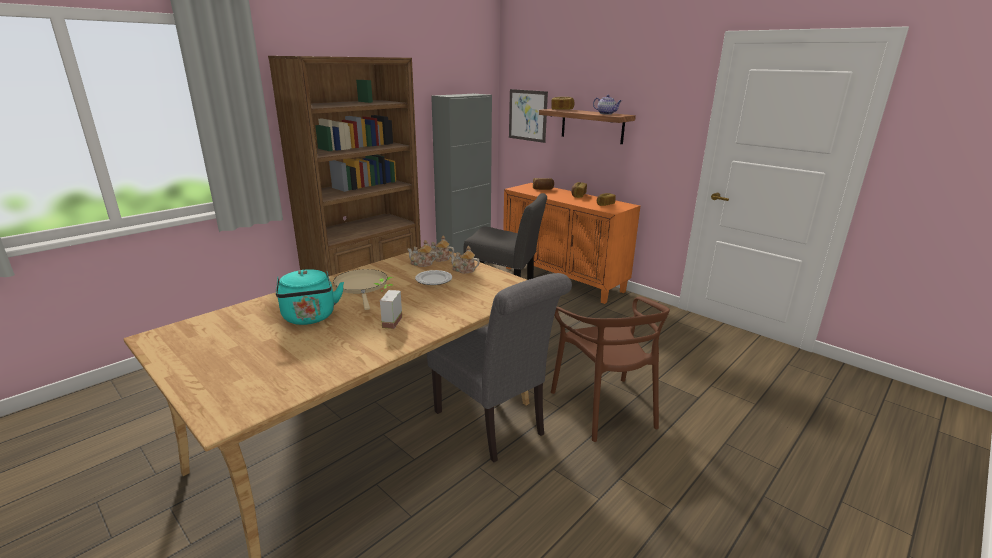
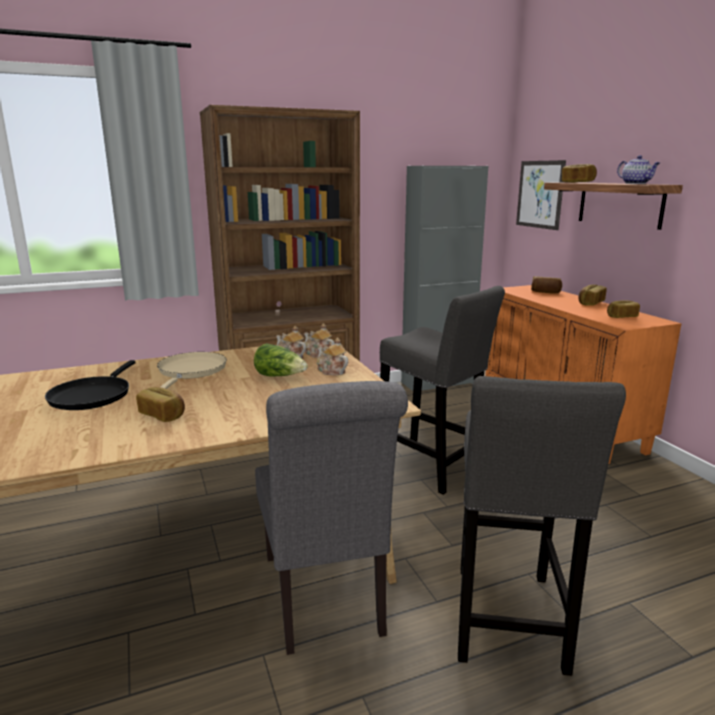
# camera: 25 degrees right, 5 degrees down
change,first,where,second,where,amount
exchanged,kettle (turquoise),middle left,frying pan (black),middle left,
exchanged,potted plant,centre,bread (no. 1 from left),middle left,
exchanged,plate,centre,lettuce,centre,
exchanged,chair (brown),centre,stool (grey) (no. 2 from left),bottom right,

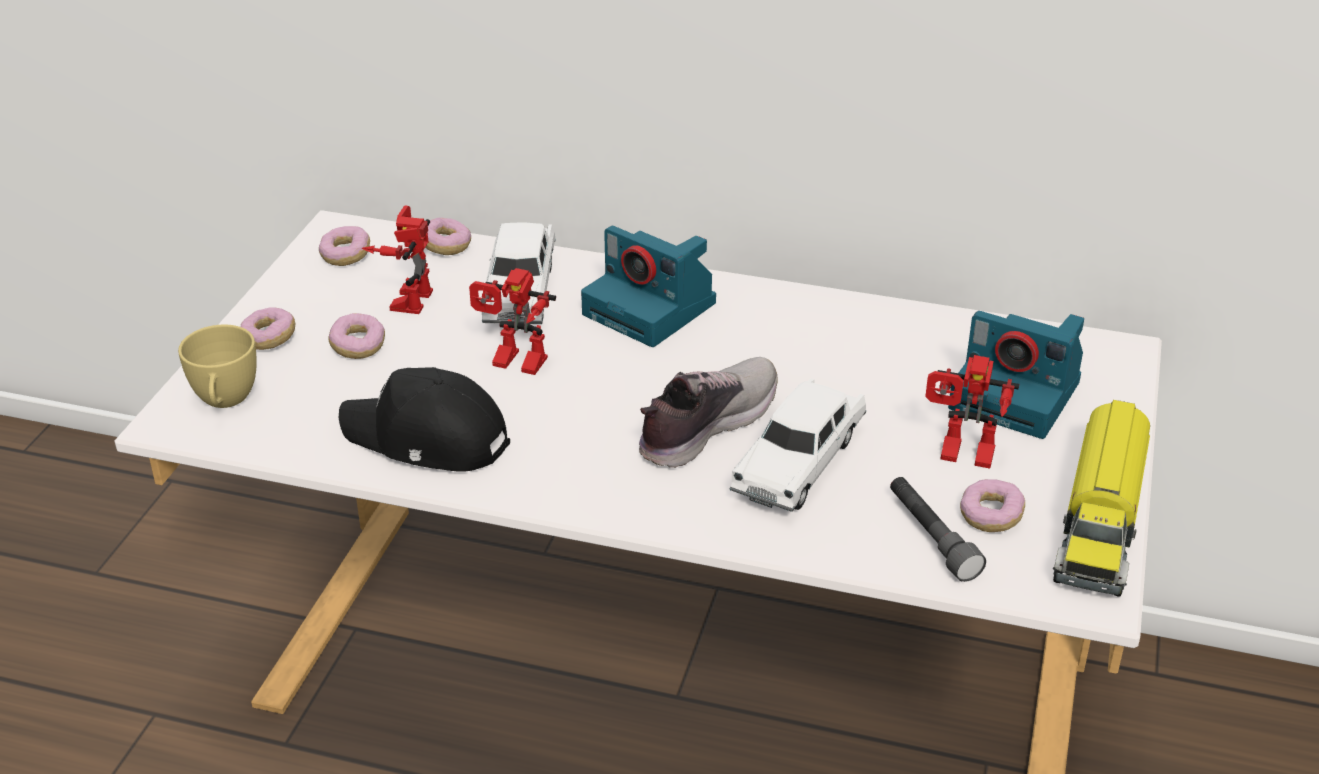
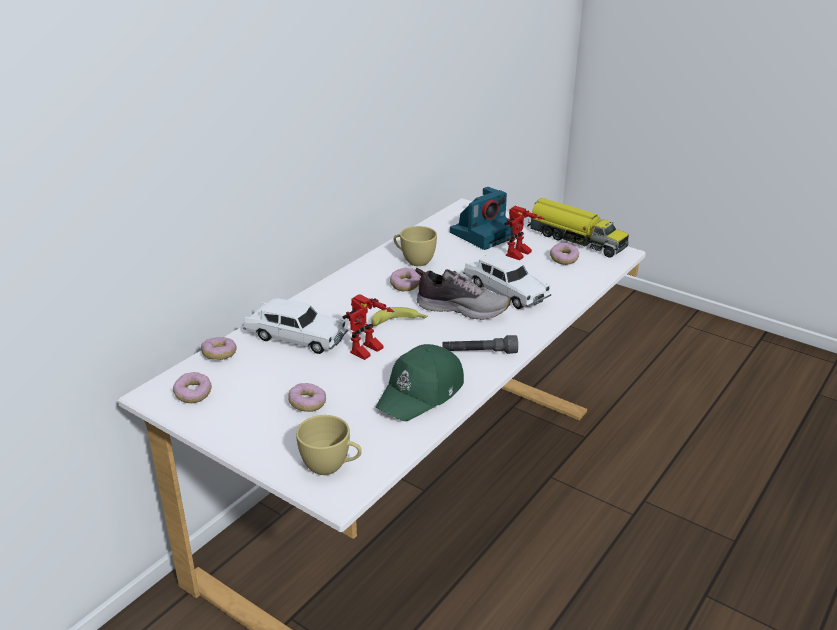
# camera: 70 degrees left, 5 degrees down
change,first,where,second,where,amount
appeared,,,banana,centre,
colour,cap (black),middle left,cap (green),centre,
relocated,donut (no. 1 from left in the first image),middle left,donut (no. 4 from left),centre,
appeared,,,cup (yellow) (no. 2 from left),centre,
spun,shoe,centre,,centre,135 degrees clockwise
relocated,flashlight (grey),bottom right,,centre,
missing,toy robot (no. 1 from left),middle left,,,
missing,photo camera (no. 1 from left),centre,,,

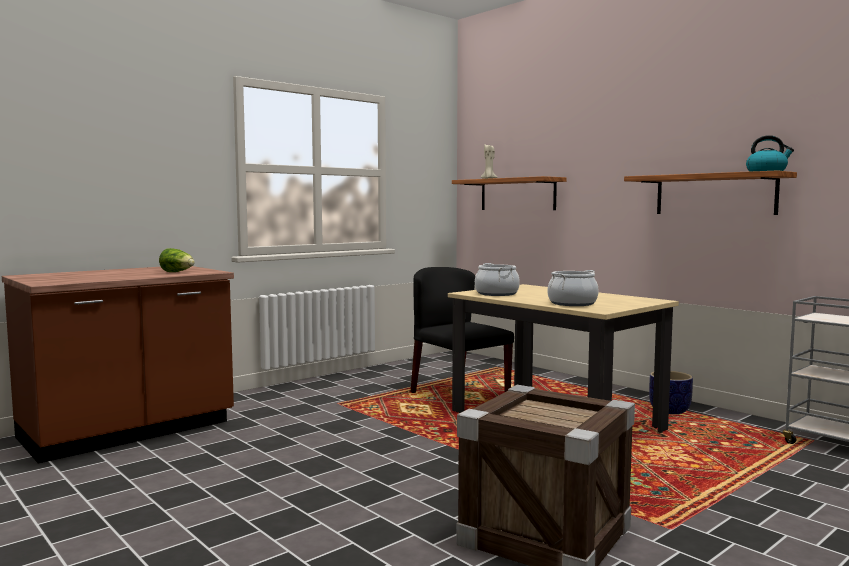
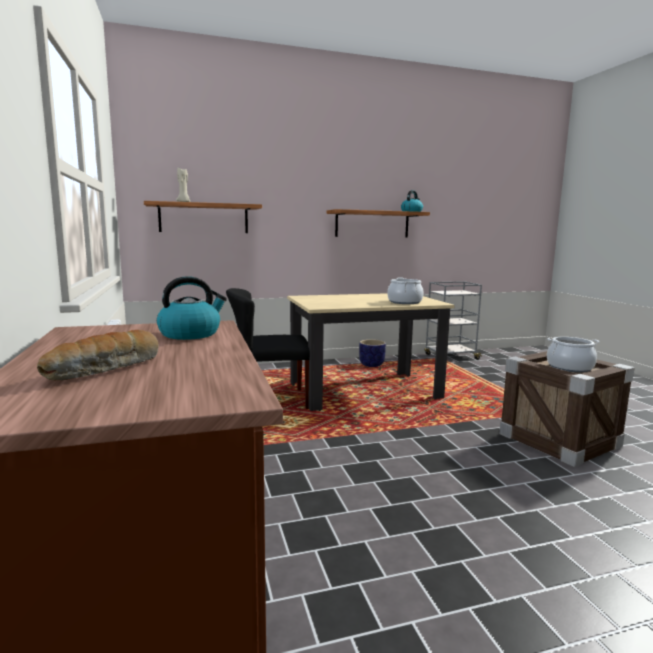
# camera: 65 degrees left, 5 degrees up
change,first,where,second,where,amount
appeared,,,bread,middle left,
exchanged,lettuce,middle left,kettle (no. 1 from left),middle left,
relocated,cooking pot (no. 1 from left in the first image),centre,cooking pot (no. 2 from left),middle right,

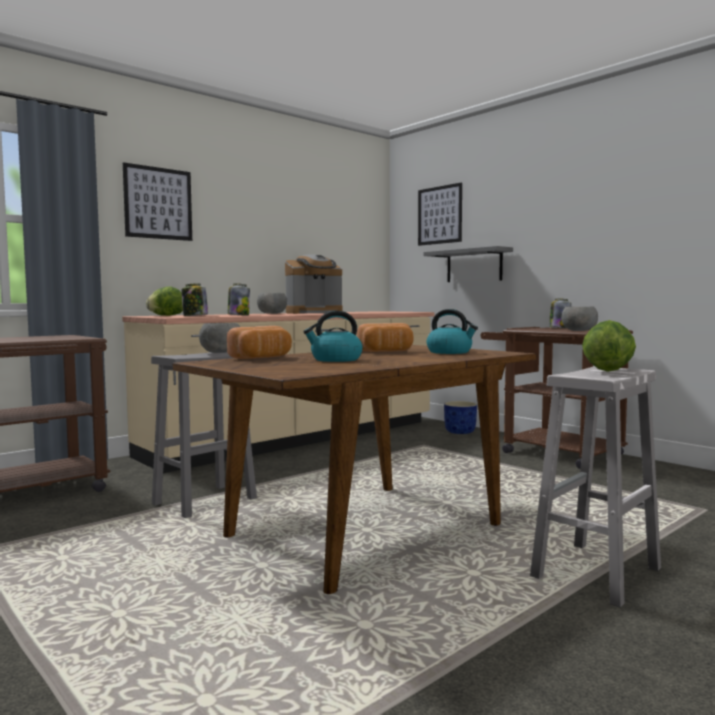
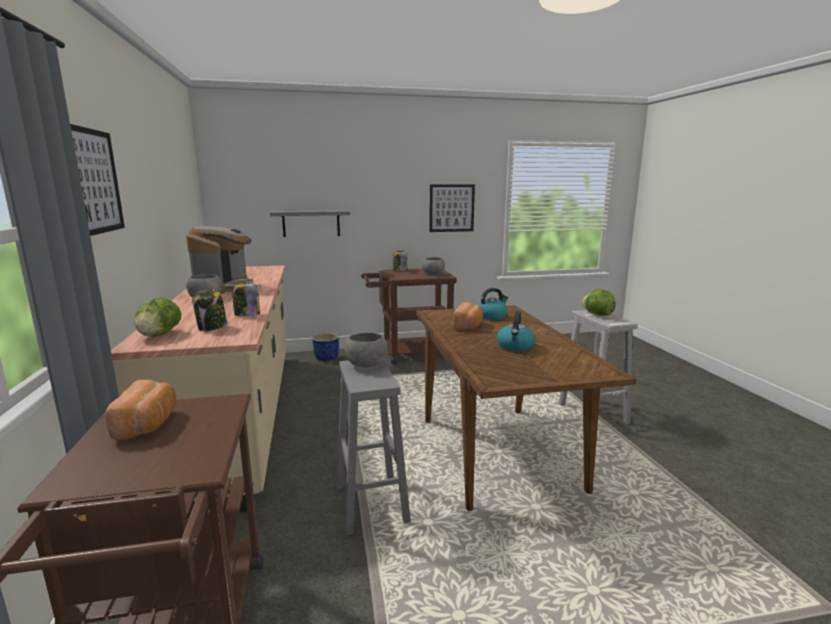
# camera: 60 degrees left, 10 degrees up
change,first,where,second,where,amount
relocated,bread (no. 1 from left),centre,,middle left,
relocated,picture (no. 2 from left),top centre,,centre,

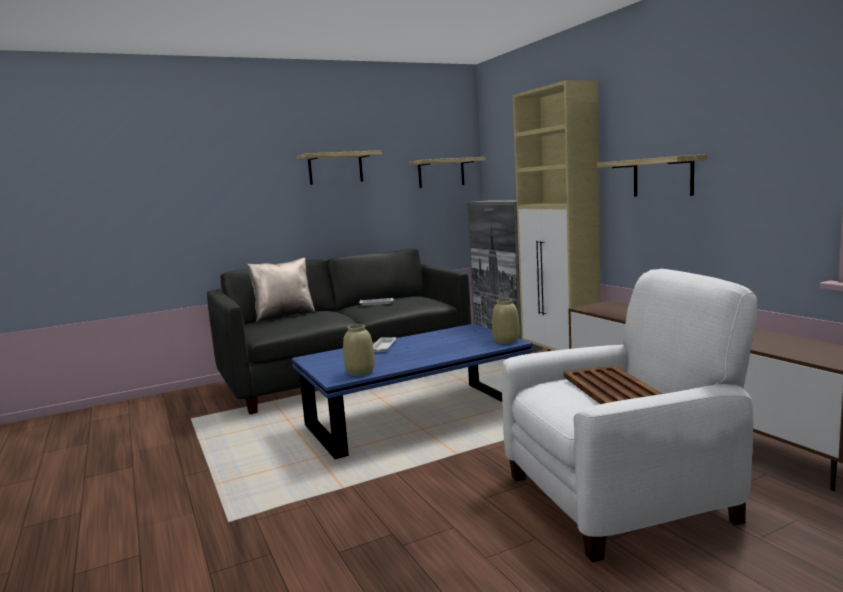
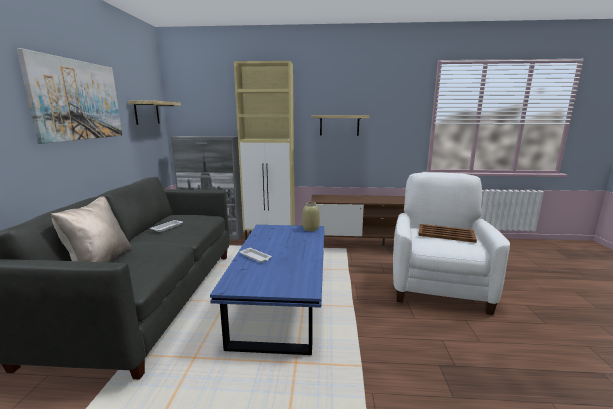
# camera: 60 degrees left, 5 degrees up
change,first,where,second,where,amount
exchanged,shelf (no. 1 from left),top centre,picture,top left,
missing,vase (beige) (no. 1 from left),centre,,,

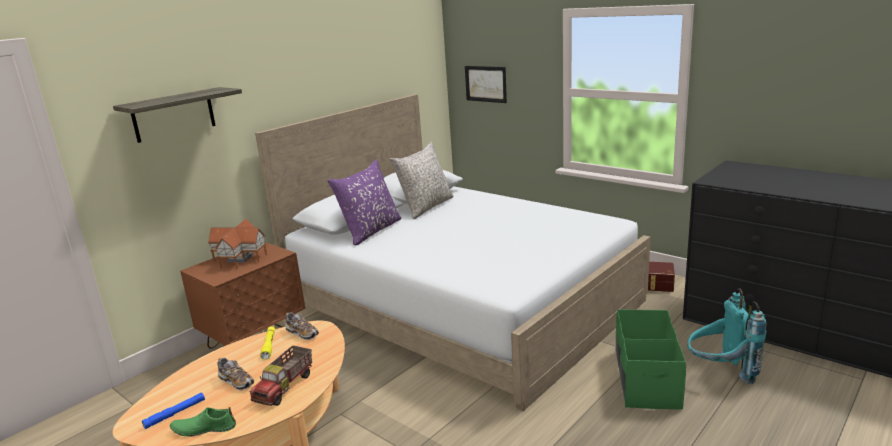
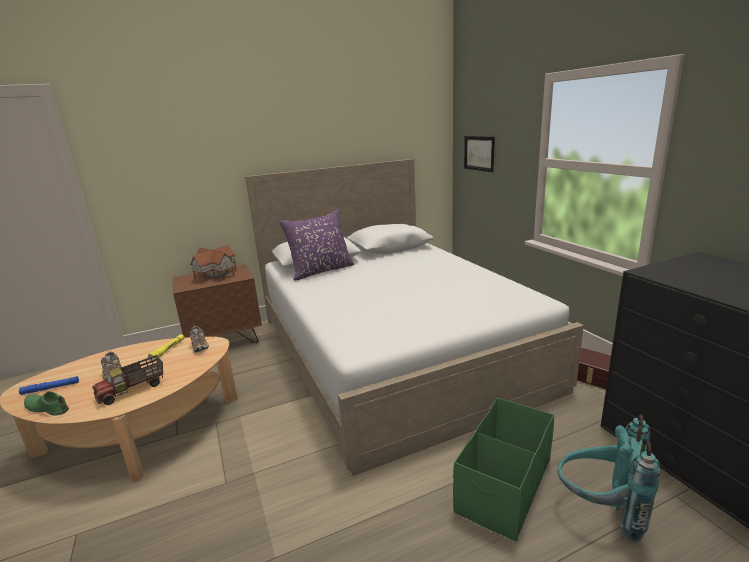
# camera: 25 degrees right, 0 degrees up
change,first,where,second,where,amount
missing,shelf,top left,,,
missing,pillow (grey),centre,,,

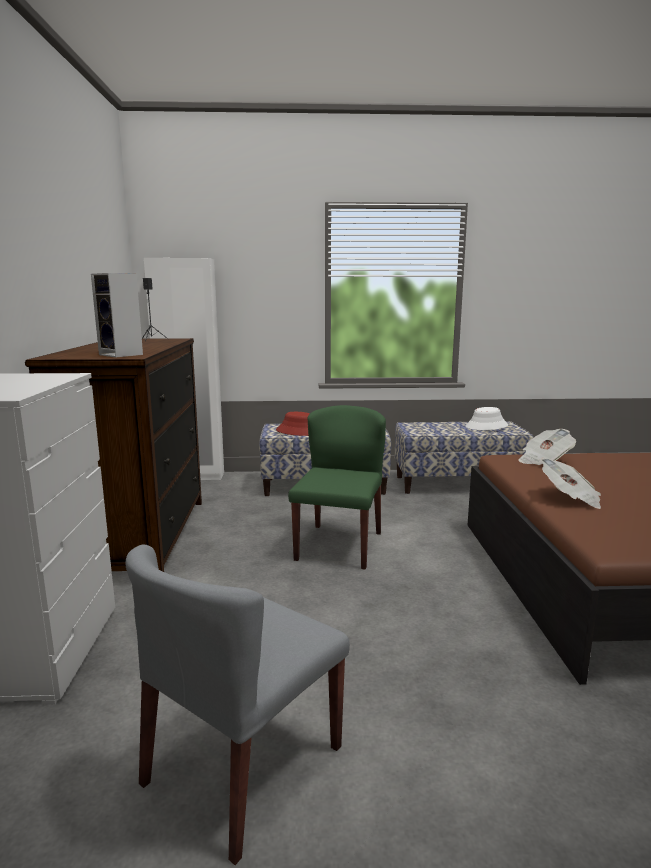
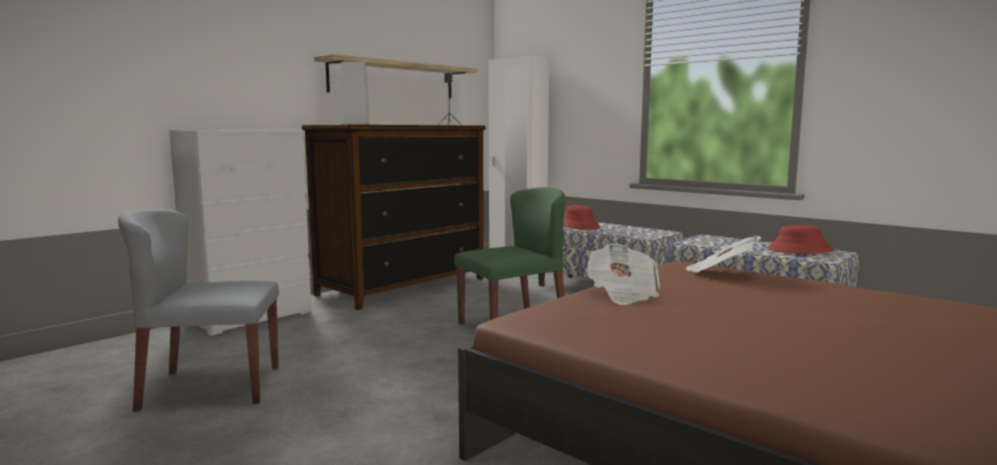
# camera: 45 degrees right, 5 degrees down
change,first,where,second,where,amount
appeared,,,shelf,top centre,
colour,hat (white),middle right,hat (red) (no. 2 from left),middle right,

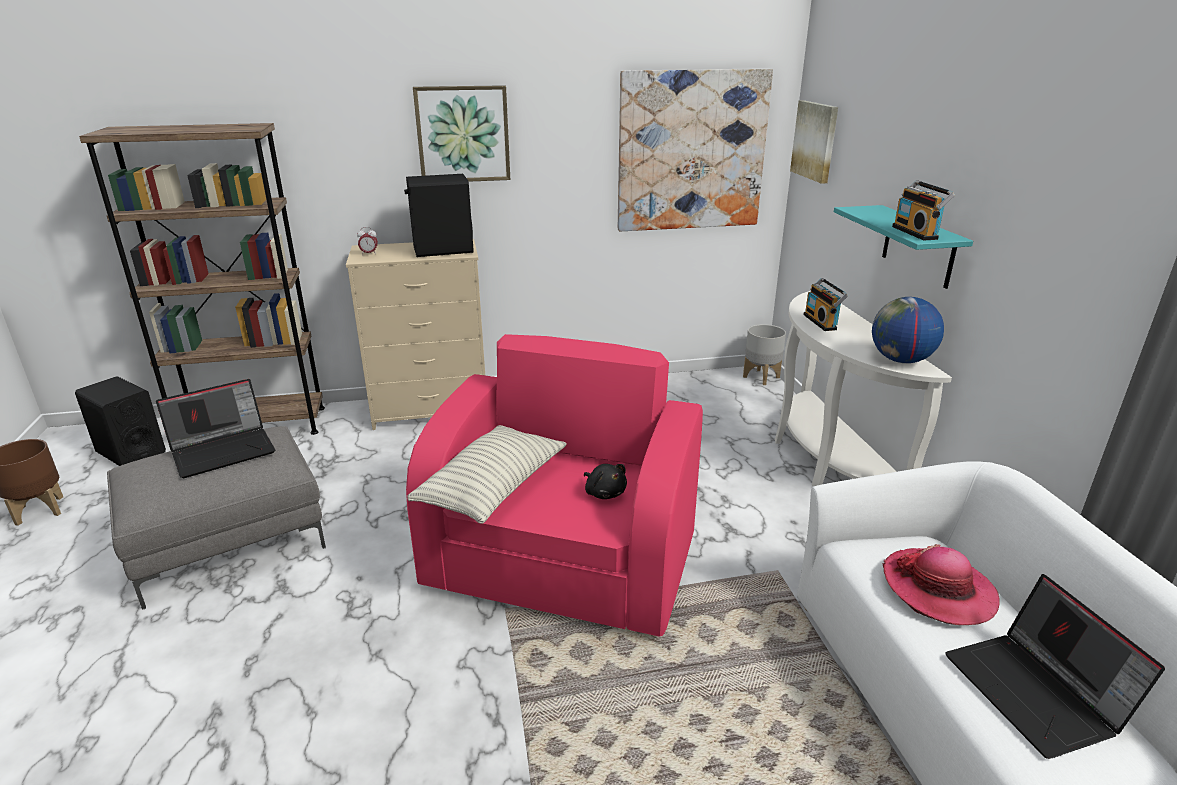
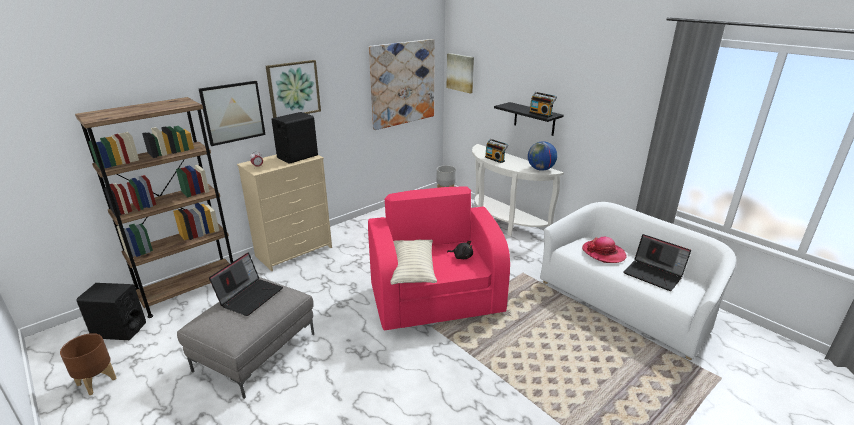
# camera: 30 degrees left, 0 degrees up
change,first,where,second,where,amount
appeared,,,picture (no. 1 from left),top left,
colour,shelf (turquoise),top right,shelf (black),top centre,

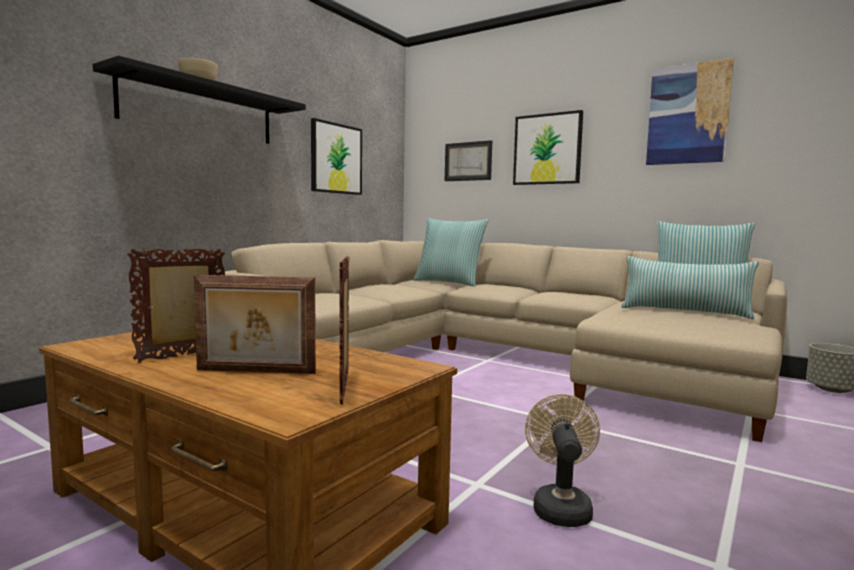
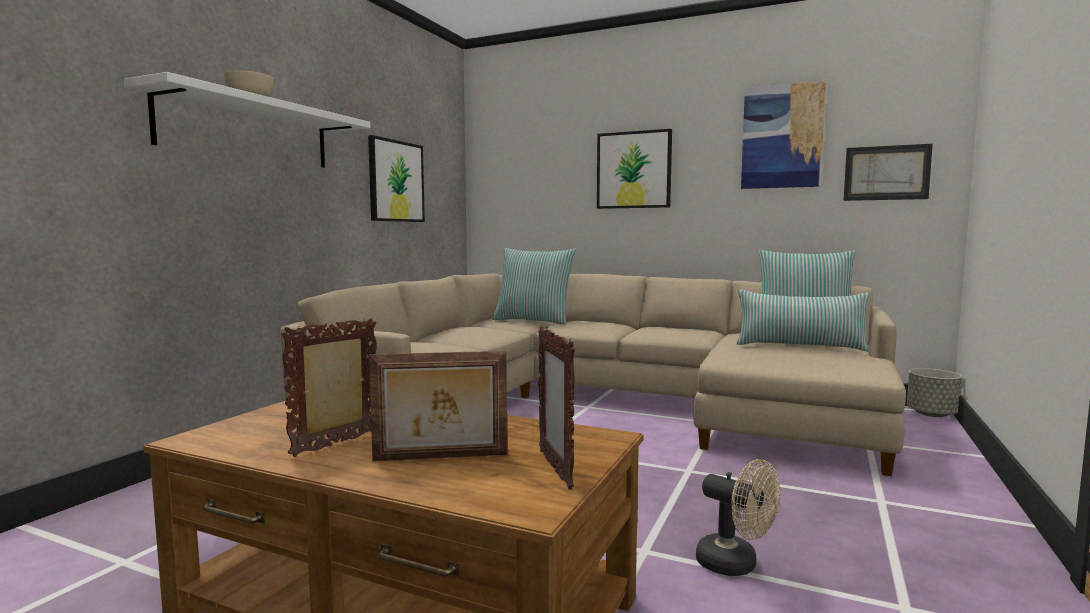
# camera: 10 degrees left, 0 degrees up
change,first,where,second,where,amount
colour,shelf (black),top left,shelf (white),top left,
spun,fan (beige),bottom centre,,bottom right,135 degrees clockwise
relocated,picture (no. 2 from left in the first image),top centre,picture (no. 4 from left),top right,

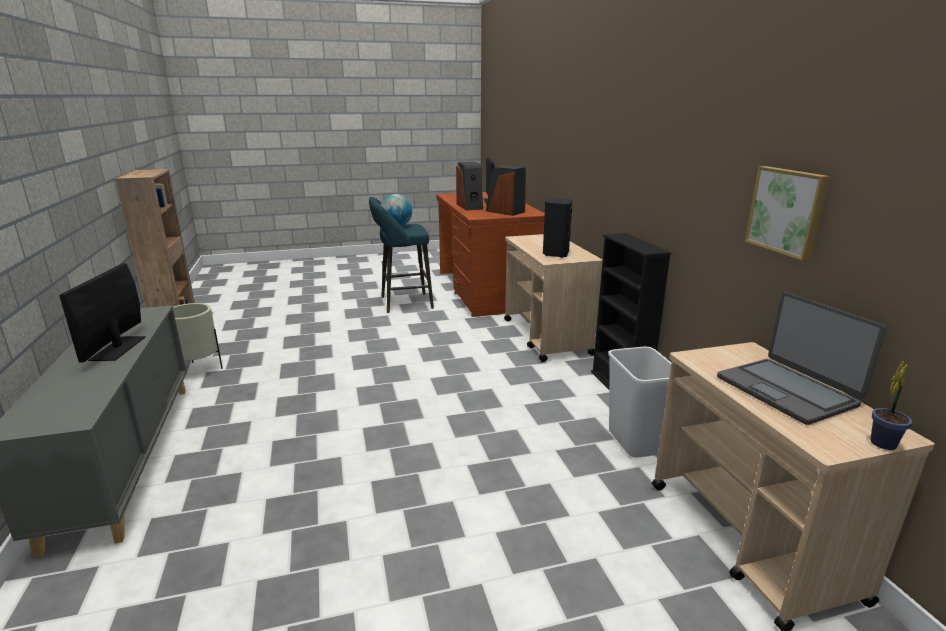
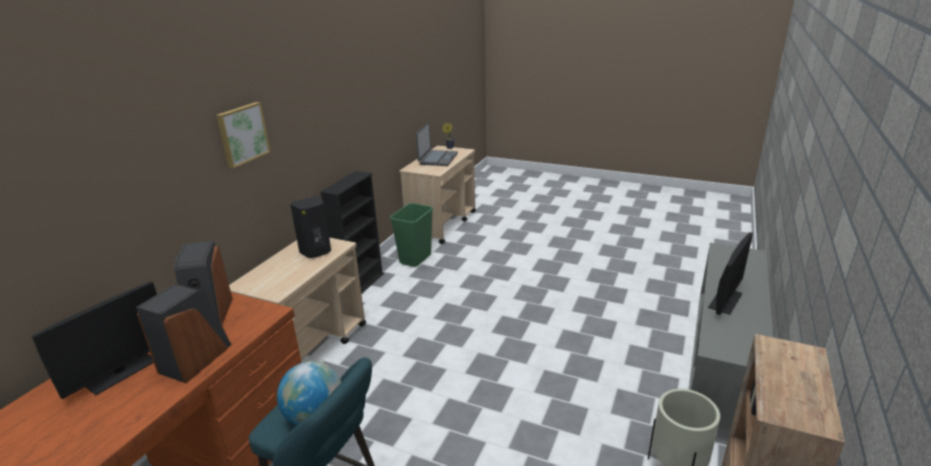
# camera: 140 degrees left, 5 degrees up
change,first,where,second,where,amount
relocated,picture,middle right,,top left,
colour,trash can (white),middle right,trash can (green),centre,

